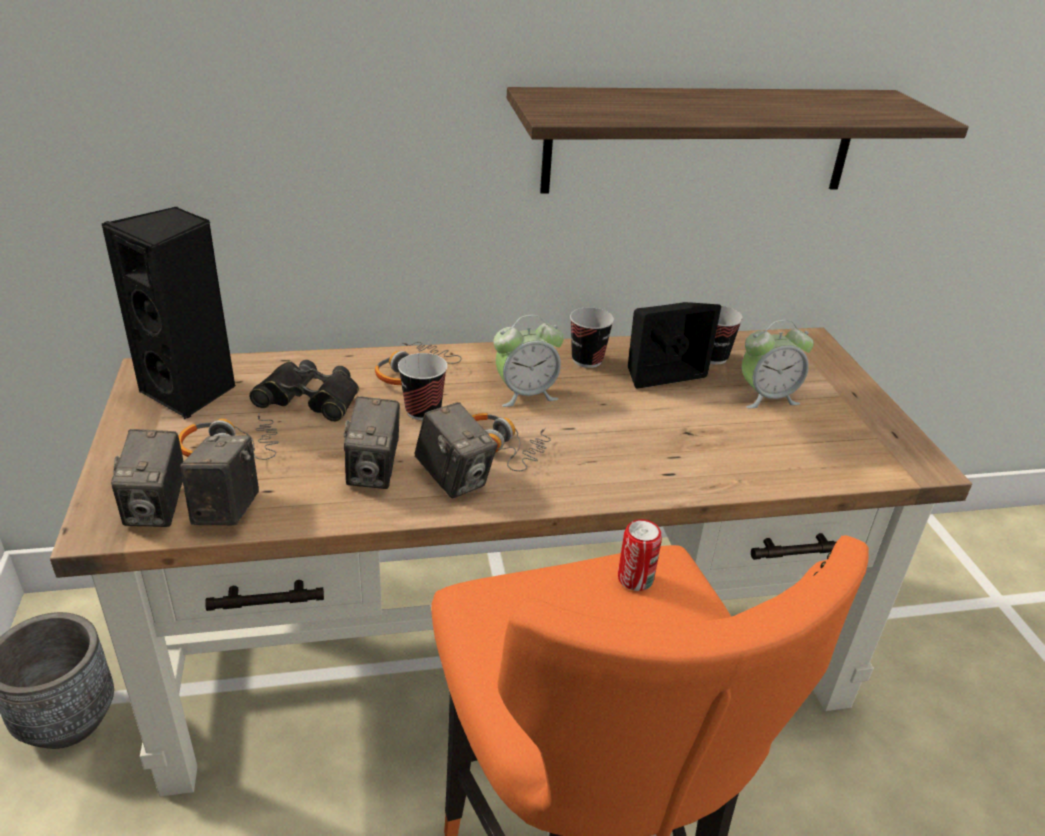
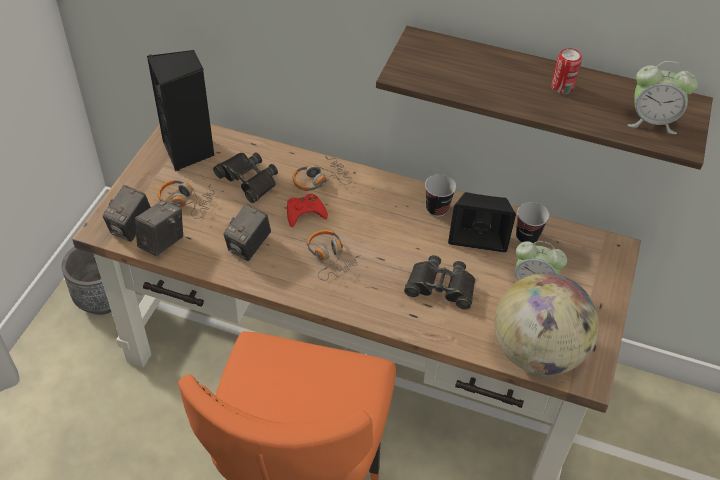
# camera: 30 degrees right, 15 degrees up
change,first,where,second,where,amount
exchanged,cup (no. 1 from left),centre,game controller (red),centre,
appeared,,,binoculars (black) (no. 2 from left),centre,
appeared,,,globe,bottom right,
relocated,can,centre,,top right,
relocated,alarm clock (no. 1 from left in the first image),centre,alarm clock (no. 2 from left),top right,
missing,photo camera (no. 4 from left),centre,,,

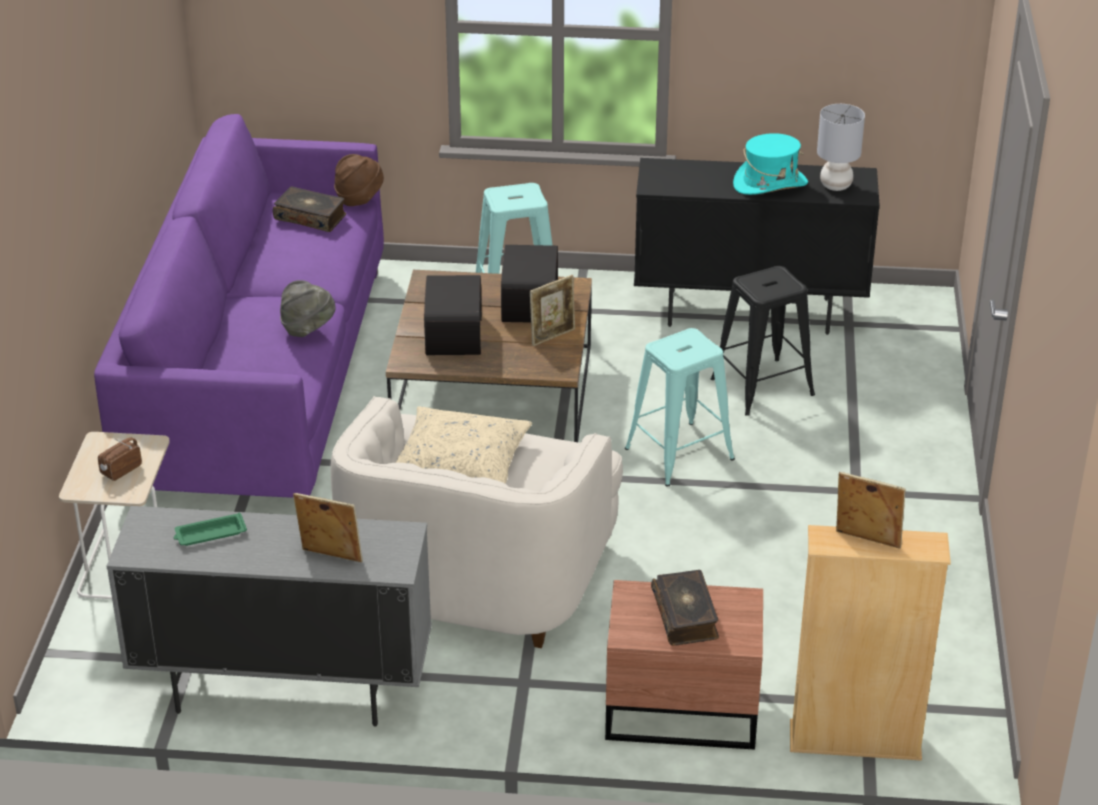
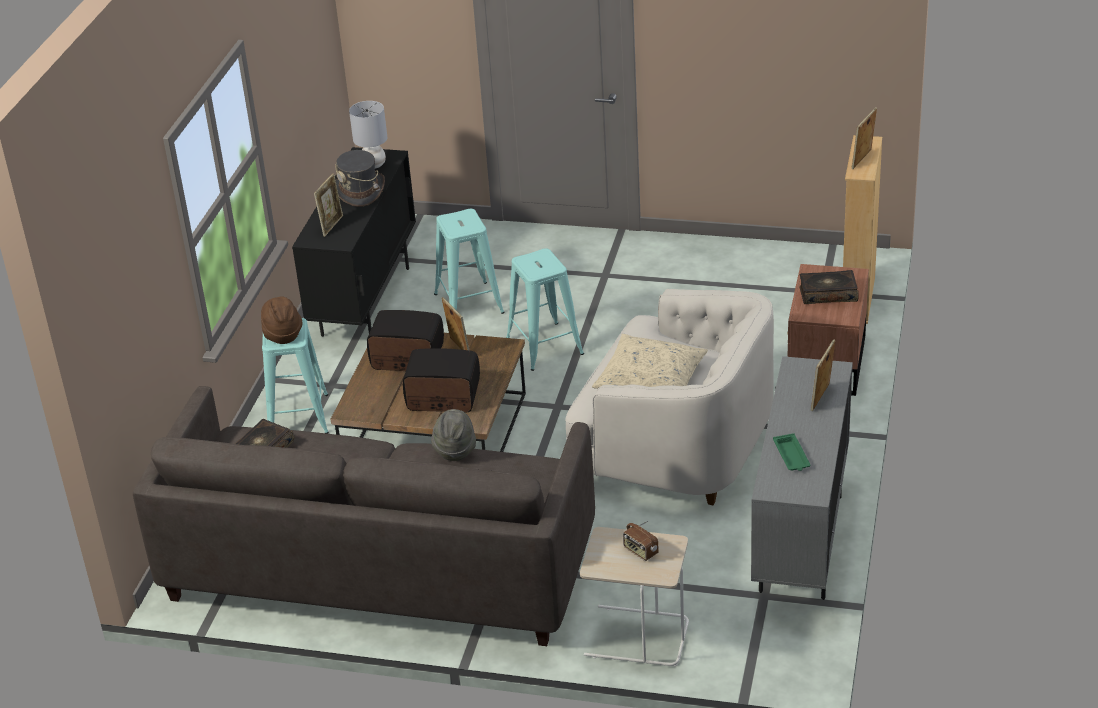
# camera: 80 degrees left, 0 degrees up
change,first,where,second,where,amount
colour,sofa (purple),middle left,sofa (grey),bottom left,
relocated,hat (brown),top left,,middle left,
appeared,,,picture frame (no. 1 from left),top left,
colour,hat (turquoise),top right,hat (grey) (no. 1 from left),top left,
colour,stool (black),middle right,stool (turquoise) (no. 2 from left),centre,

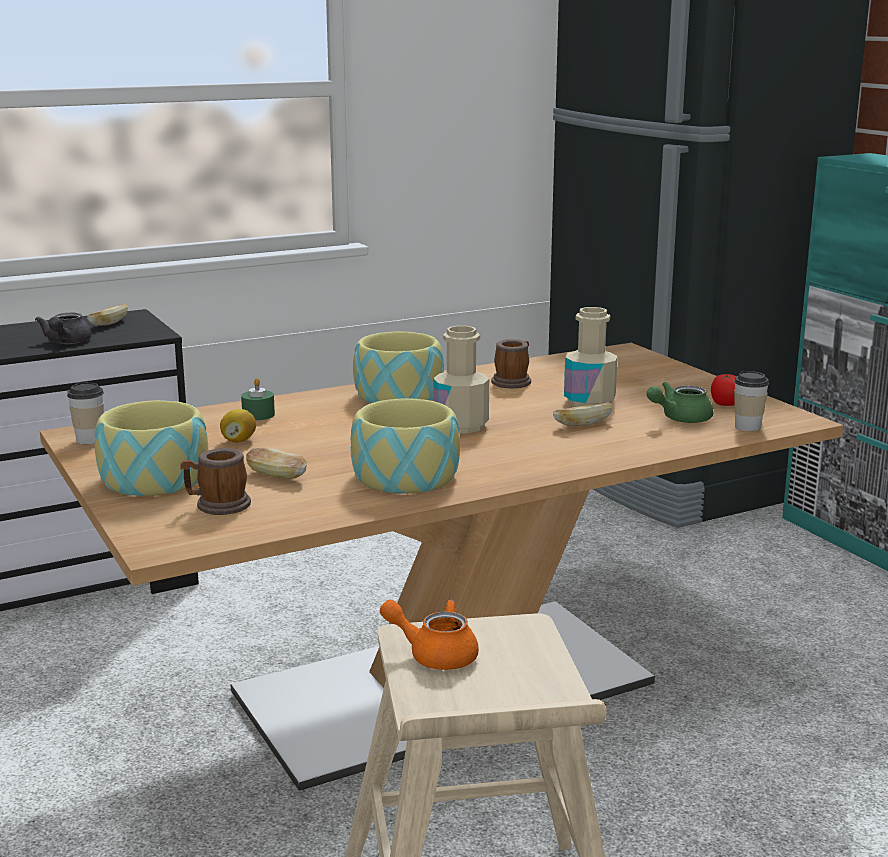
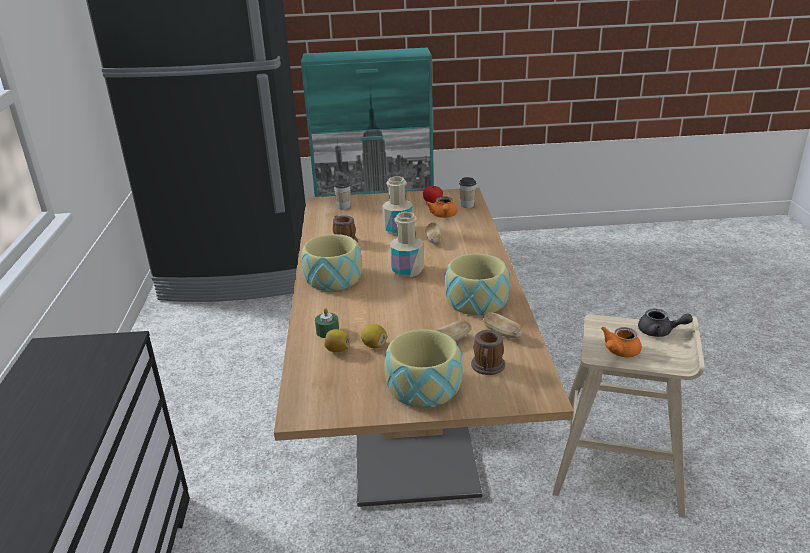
# camera: 65 degrees left, 10 degrees up
change,first,where,second,where,amount
appeared,,,lemon (no. 1 from left),centre,
relocated,cup (no. 1 from left),middle left,,centre,
colour,teapot (green),middle right,teapot (orange) (no. 1 from left),centre,
relocated,bread (no. 1 from left in the first image),middle left,bread (no. 3 from left),centre,
relocated,teapot (grey),middle left,,middle right,

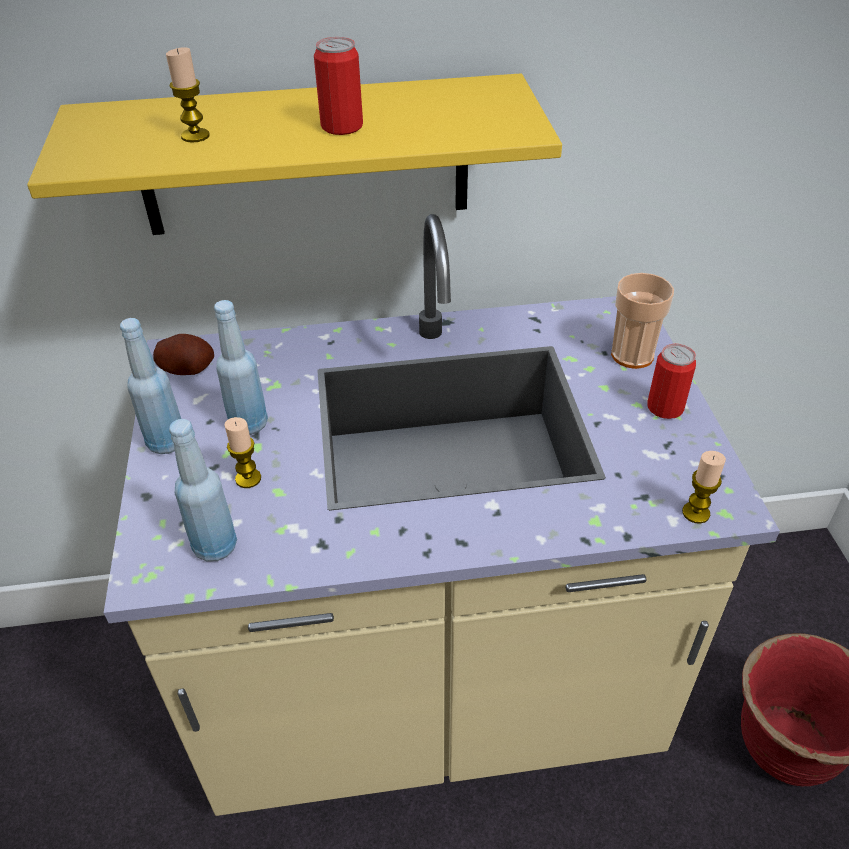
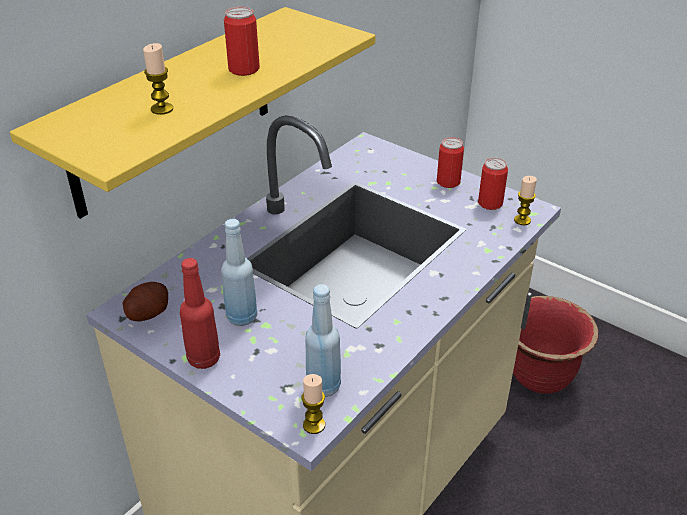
# camera: 45 degrees left, 5 degrees down
change,first,where,second,where,amount
colour,bottle (blue) (no. 1 from left),middle left,bottle (red),middle left,
relocated,candle (no. 2 from left),middle left,,bottom centre,
appeared,,,can (no. 3 from left),middle right,
missing,cup,middle right,,,

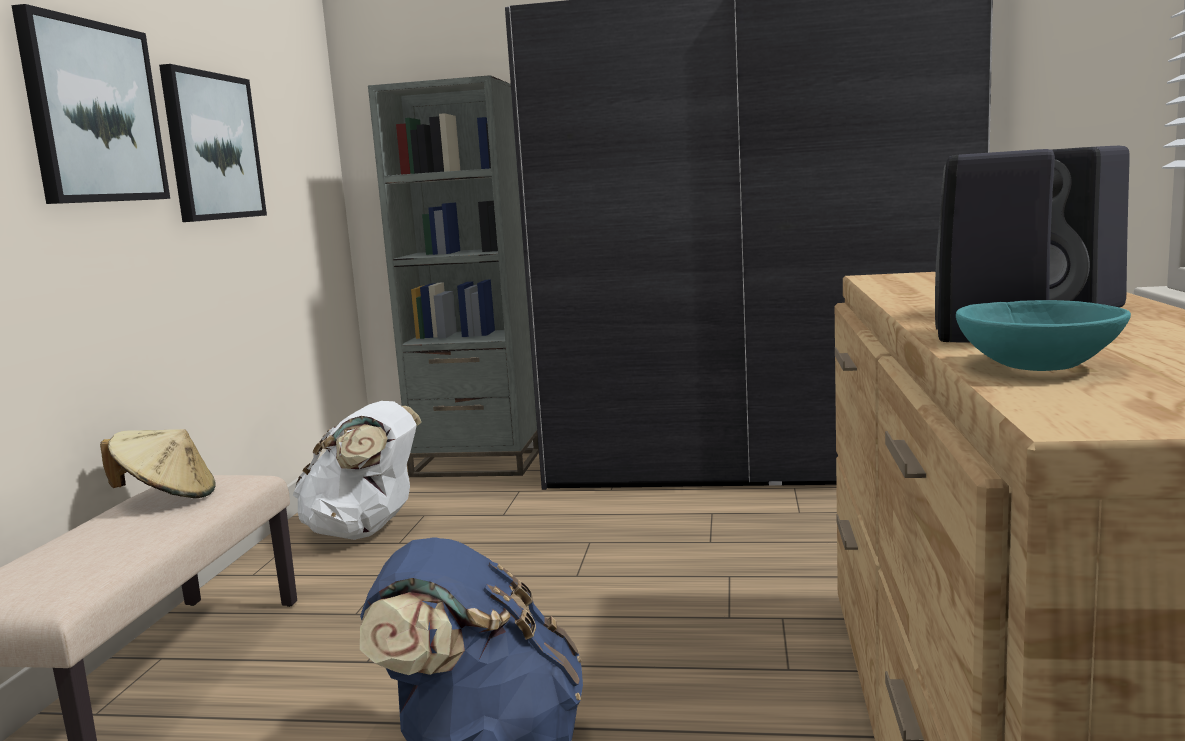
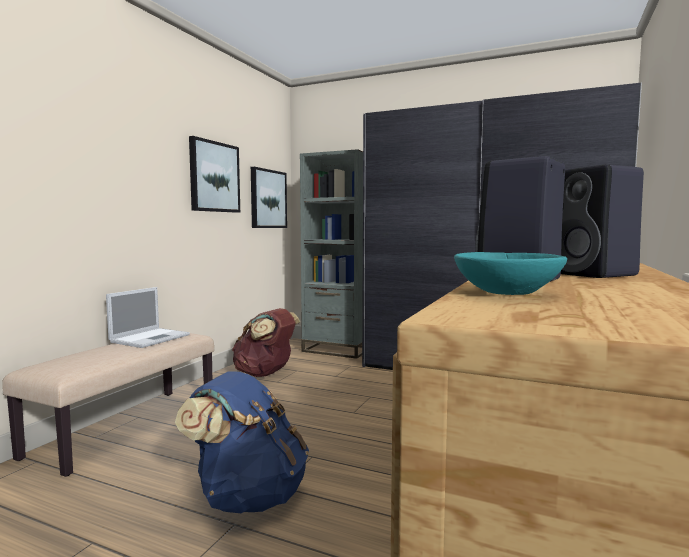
# camera: 15 degrees right, 5 degrees down
change,first,where,second,where,amount
exchanged,hat (beige),middle left,laptop,middle left,
colour,backpack (white),middle left,backpack (brown),centre,
relocated,picture (no. 1 from left in the first image),top left,picture (no. 2 from left),centre,

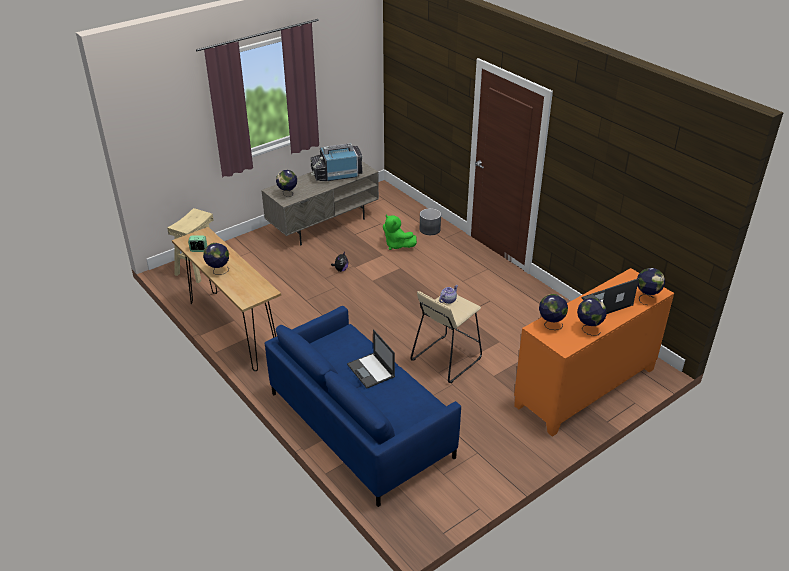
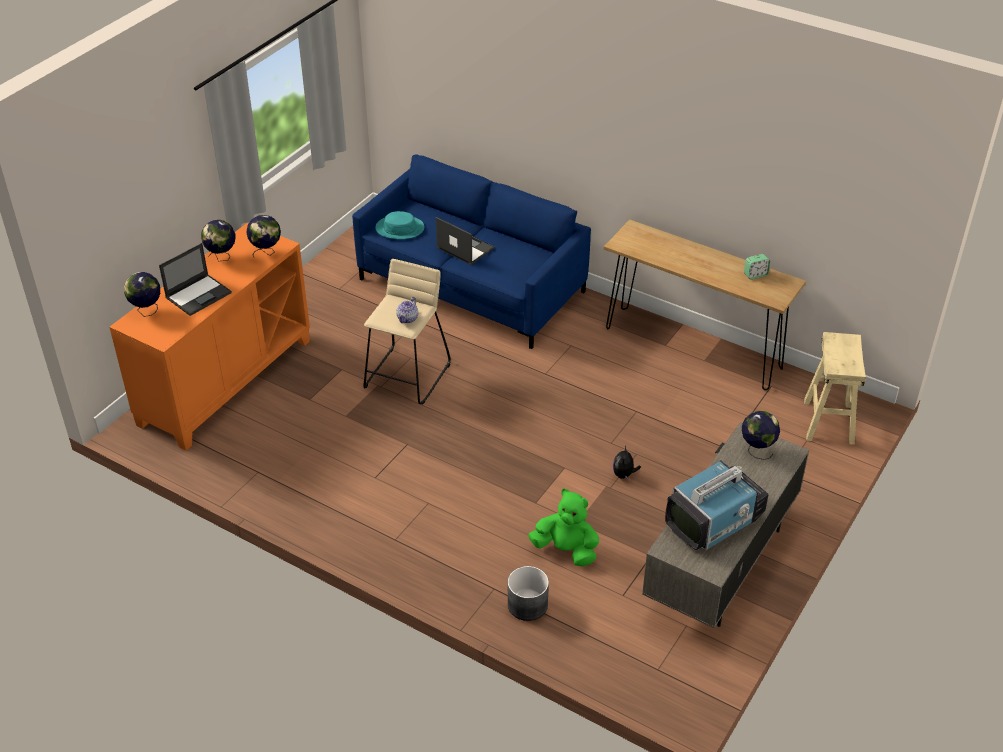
# camera: 160 degrees right, 5 degrees up
change,first,where,second,where,amount
appeared,,,hat (turquoise),top centre,
missing,globe (no. 1 from left),middle left,,,

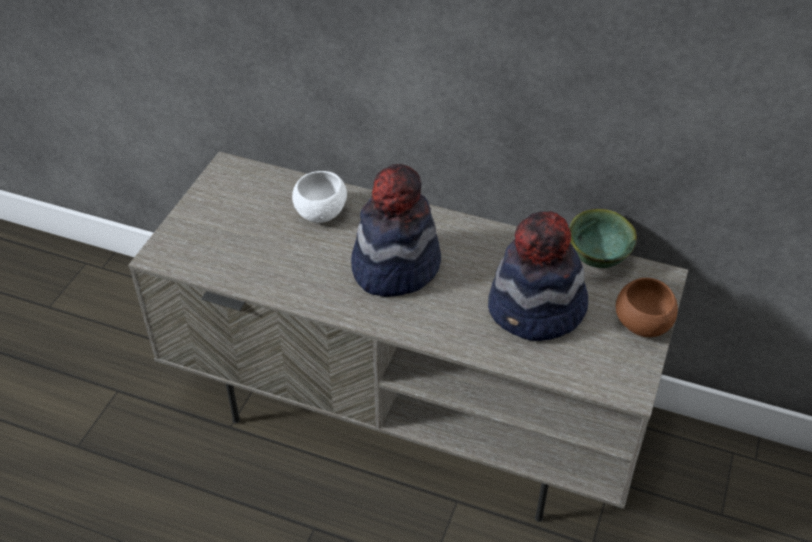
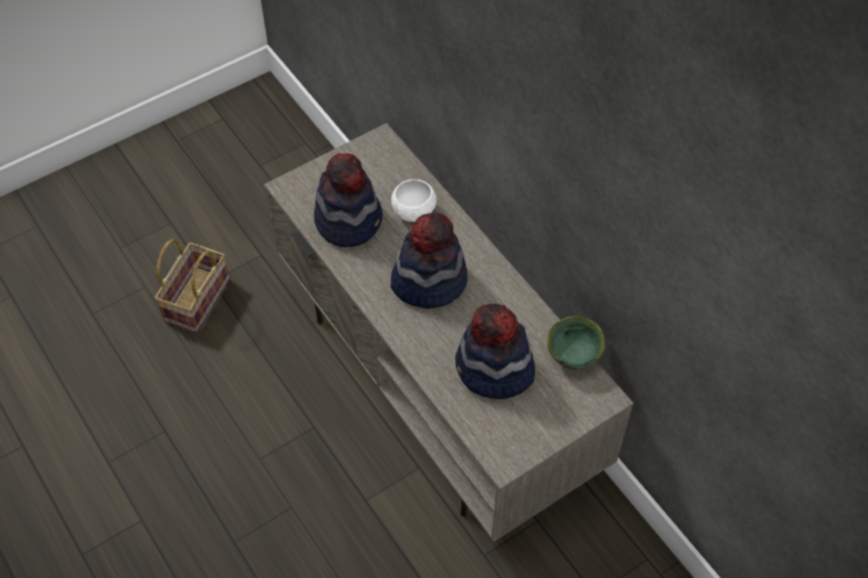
# camera: 35 degrees right, 10 degrees up
change,first,where,second,where,amount
appeared,,,basket,middle left,
appeared,,,hat (no. 1 from left),centre,
missing,bowl (brown),middle right,,,

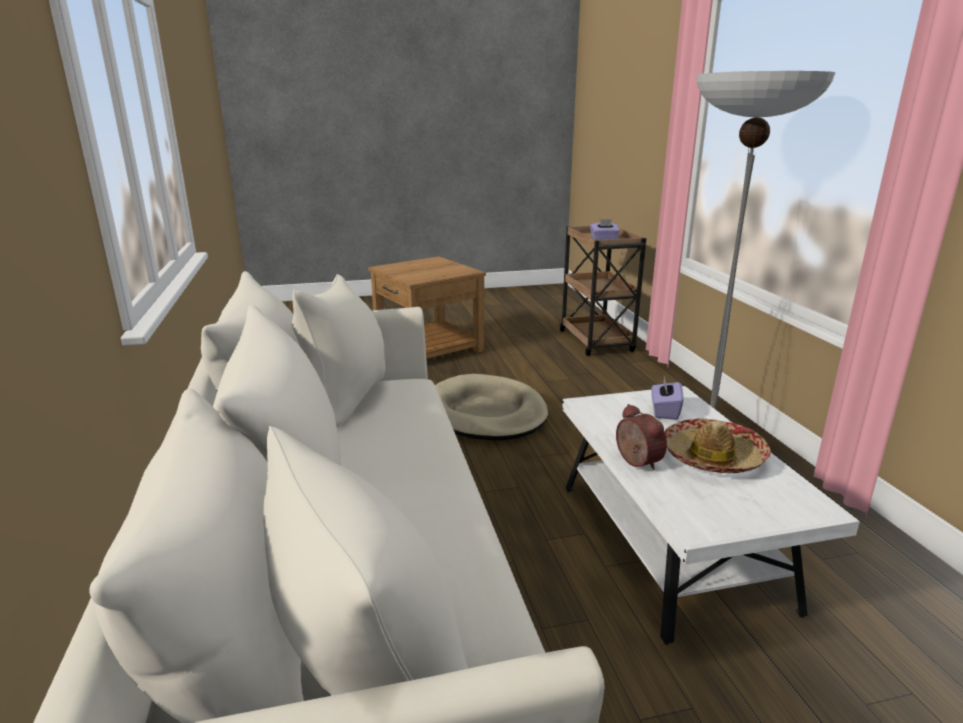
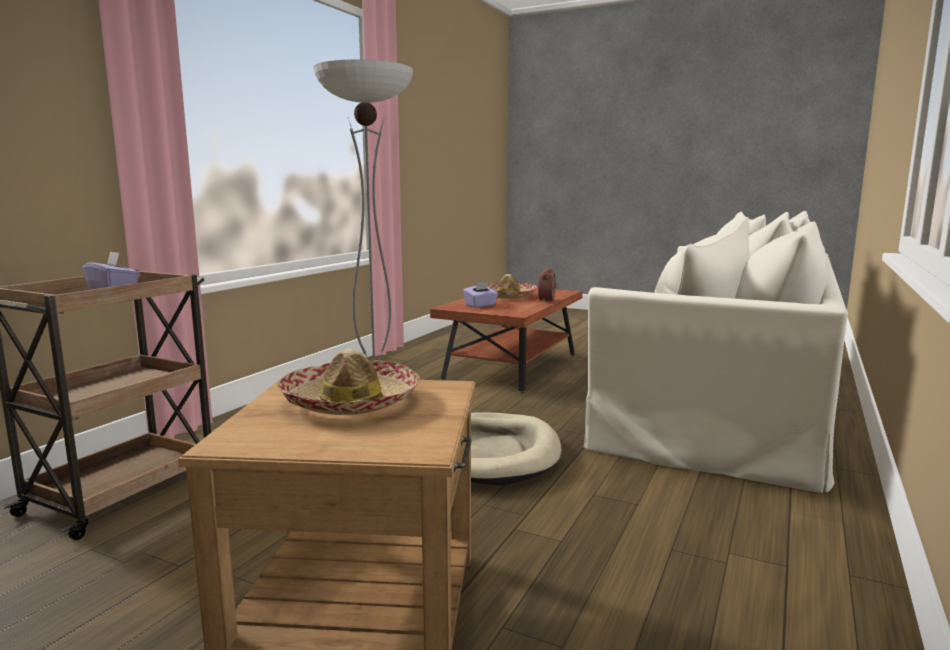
# camera: 140 degrees left, 10 degrees down
change,first,where,second,where,amount
appeared,,,hat (no. 1 from left),centre,
colour,coffee table (white),bottom right,coffee table (brown),centre,

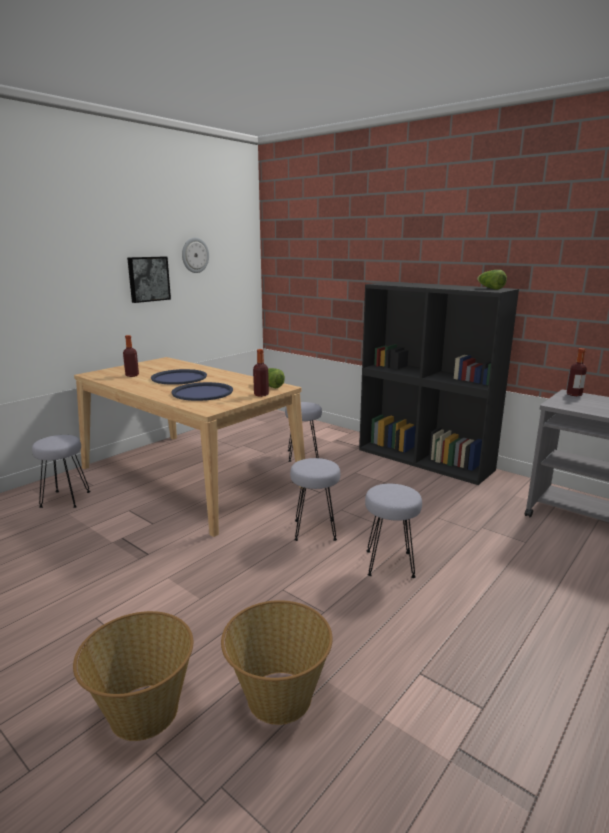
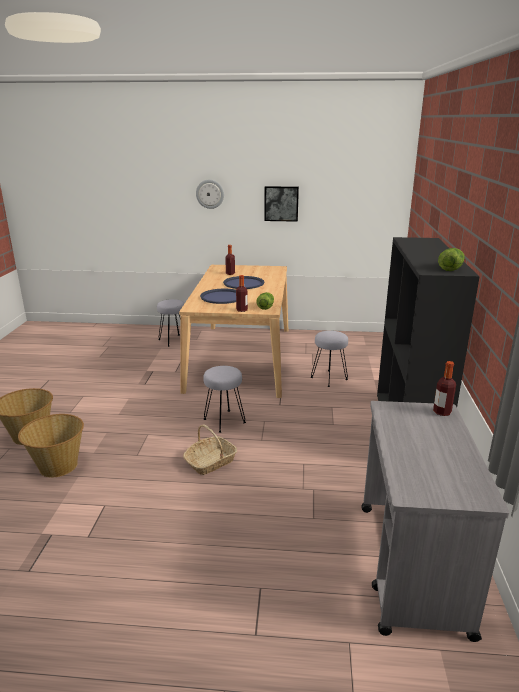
# camera: 55 degrees right, 5 degrees up
change,first,where,second,where,amount
exchanged,stool (grey) (no. 4 from left),centre,basket (no. 3 from left),centre,
relocated,wall clock,top left,,top centre,

